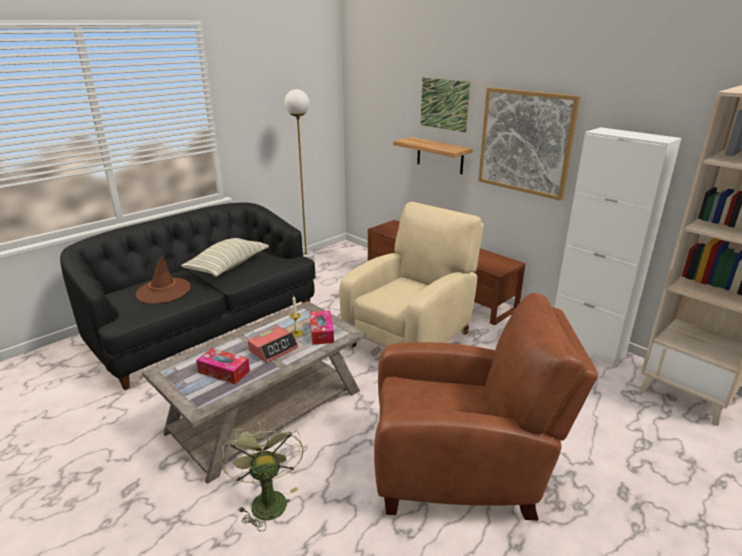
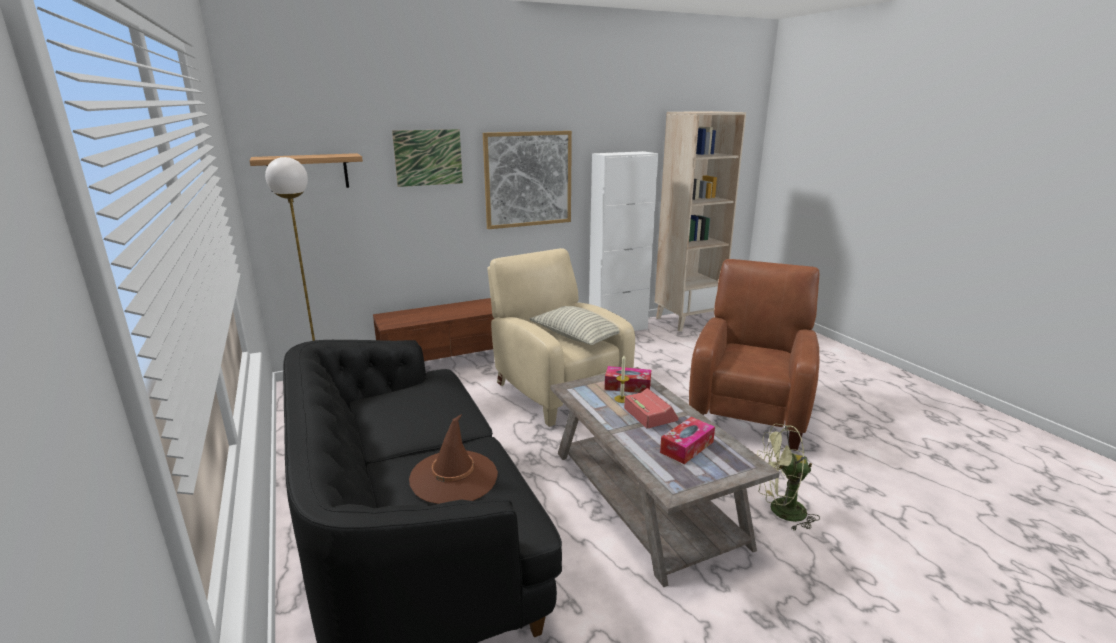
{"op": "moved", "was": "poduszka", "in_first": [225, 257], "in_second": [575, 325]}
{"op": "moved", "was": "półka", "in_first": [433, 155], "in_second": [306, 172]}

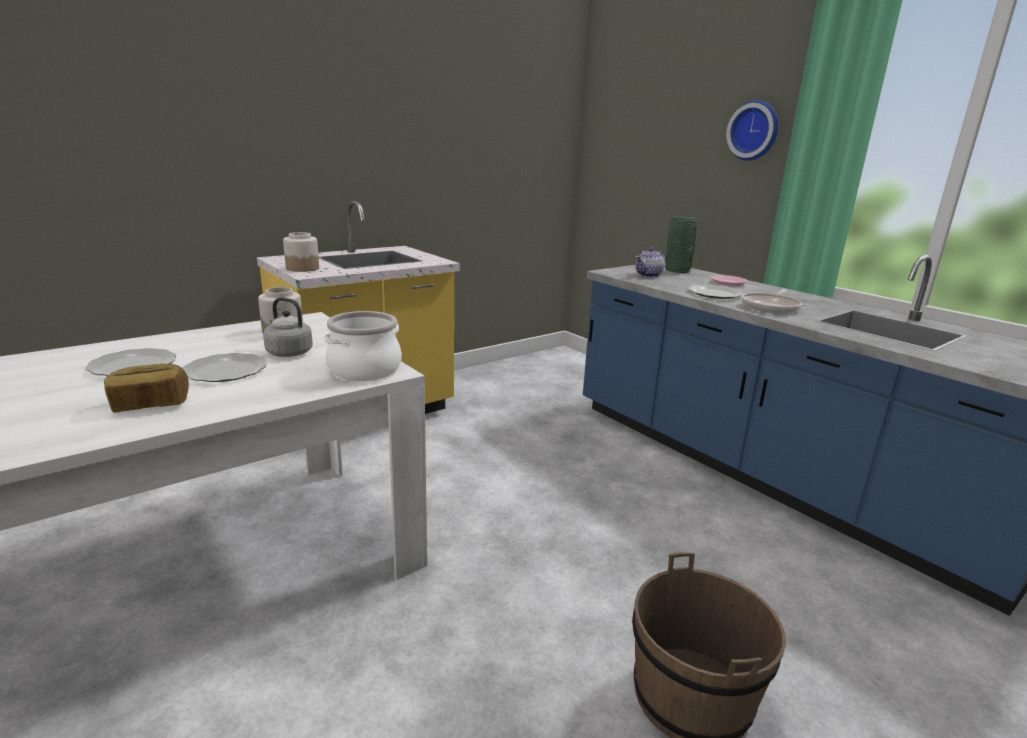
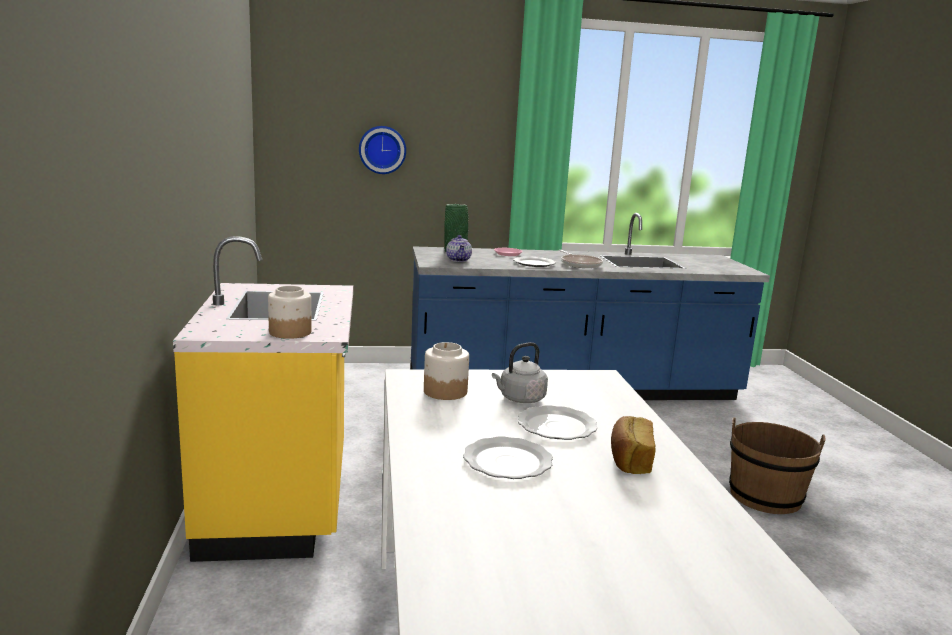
{"op": "removed", "was": "garnek", "in_first": [363, 346]}
{"op": "moved", "was": "zegar ścienny", "in_first": [752, 130], "in_second": [382, 150]}

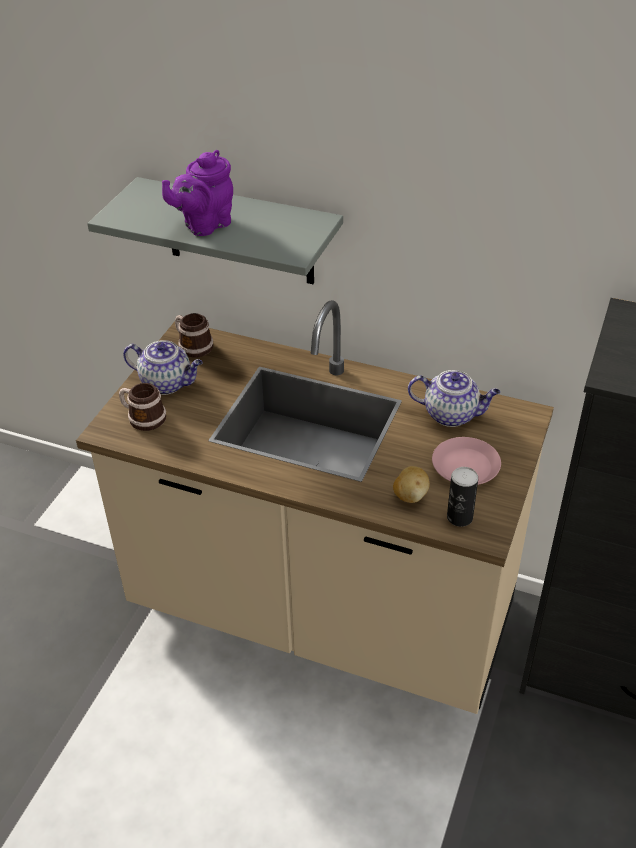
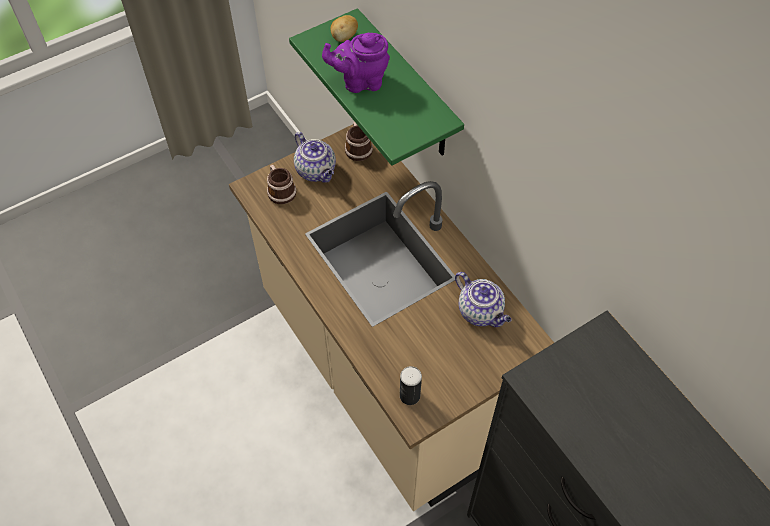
{"op": "removed", "was": "talerz/różowy", "in_first": [466, 461]}
{"op": "moved", "was": "ziemniak", "in_first": [411, 484], "in_second": [344, 28]}
{"op": "recoloured", "was": "półka/szary", "now": "półka/zielony", "in_first": [215, 230], "in_second": [376, 87]}

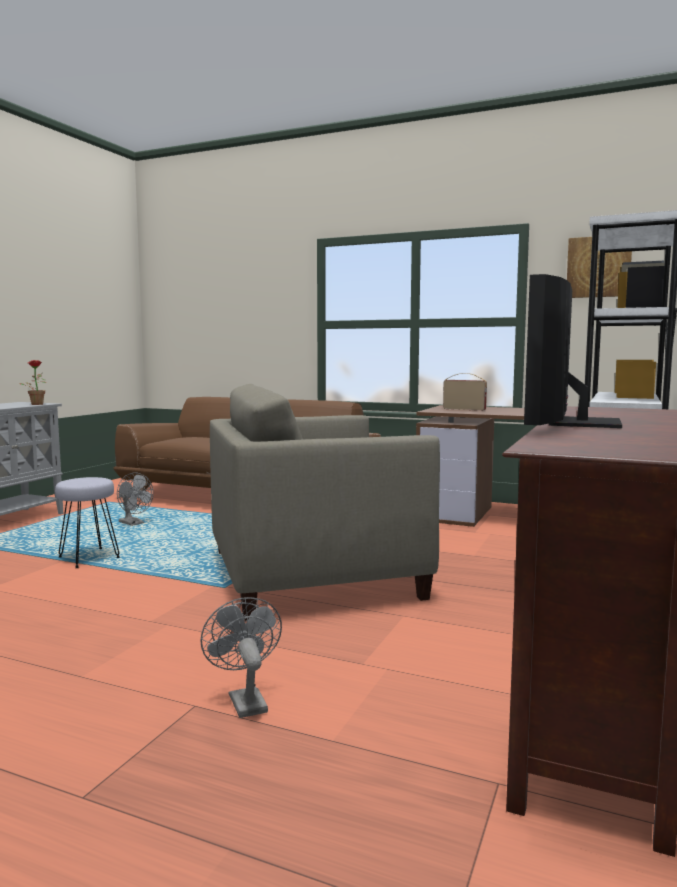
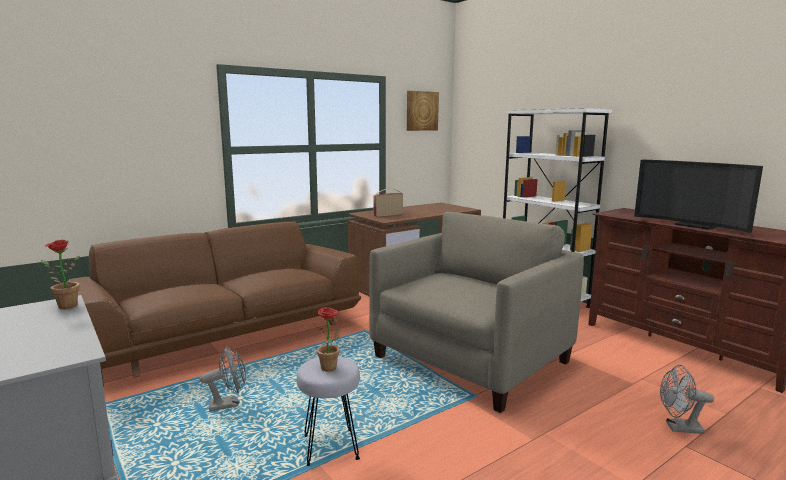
{"op": "added", "now": "roślina doniczkowa", "in_second": [327, 339]}
{"op": "turned", "was": "fotel/beżowy", "in_first": [325, 502], "in_second": [476, 312], "clockwise": -150}

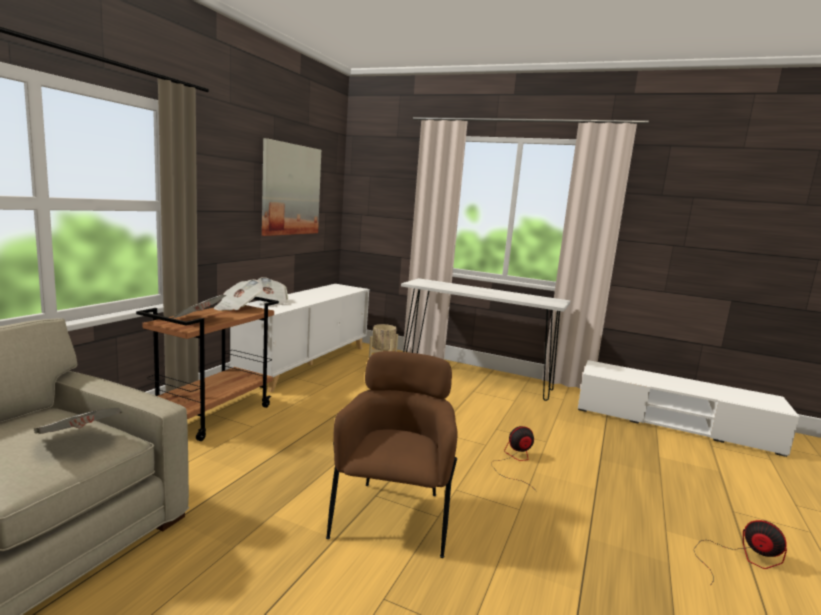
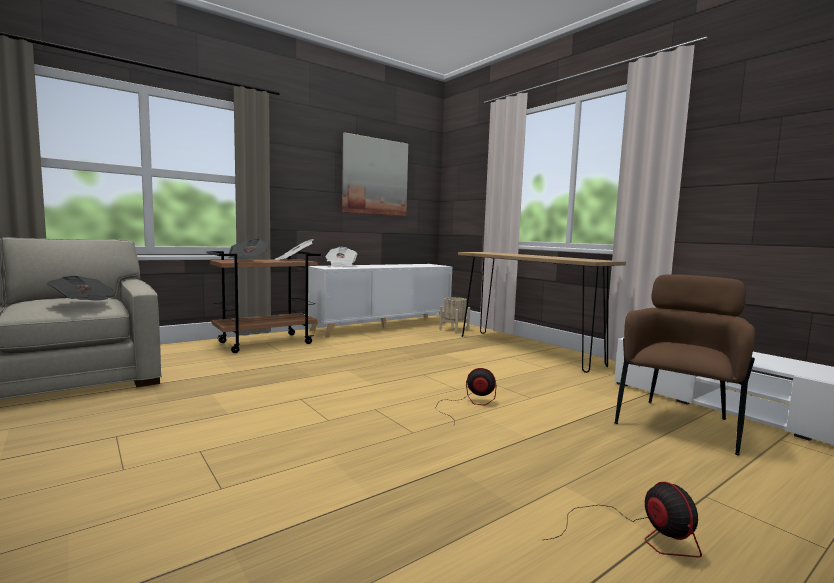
{"op": "moved", "was": "fotel/brązowy", "in_first": [392, 454], "in_second": [684, 364]}
{"op": "recoloured", "was": "stolik konsolowy/biały", "now": "stolik konsolowy/brązowy", "in_first": [485, 339], "in_second": [542, 312]}

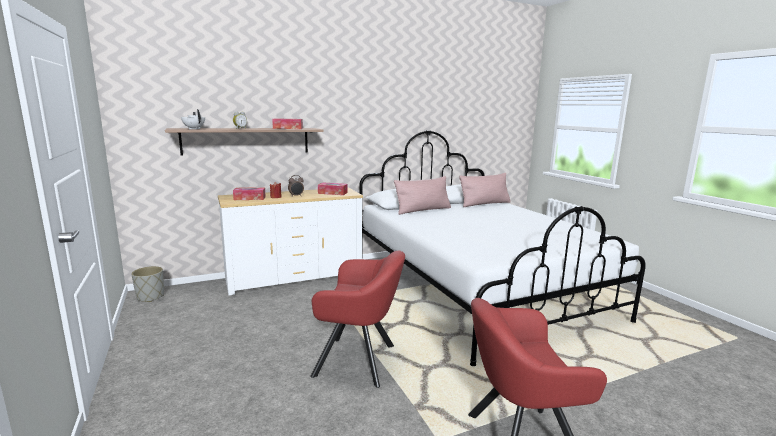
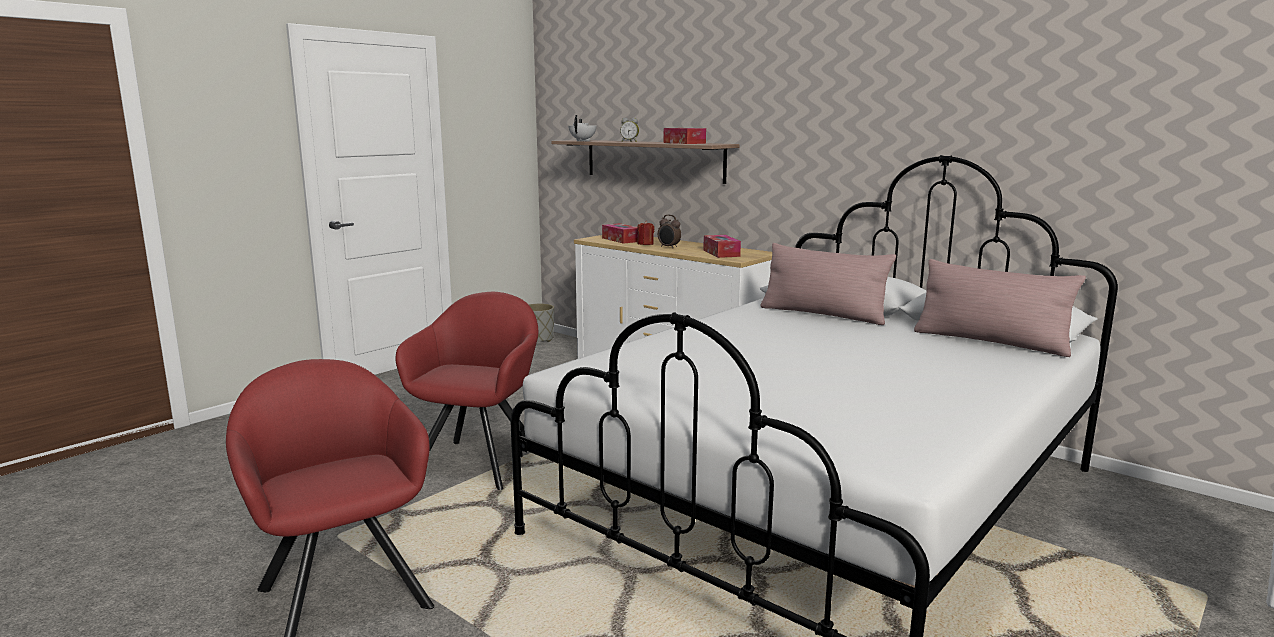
{"op": "turned", "was": "fotel/czerwony", "in_first": [358, 319], "in_second": [467, 391], "clockwise": -150}

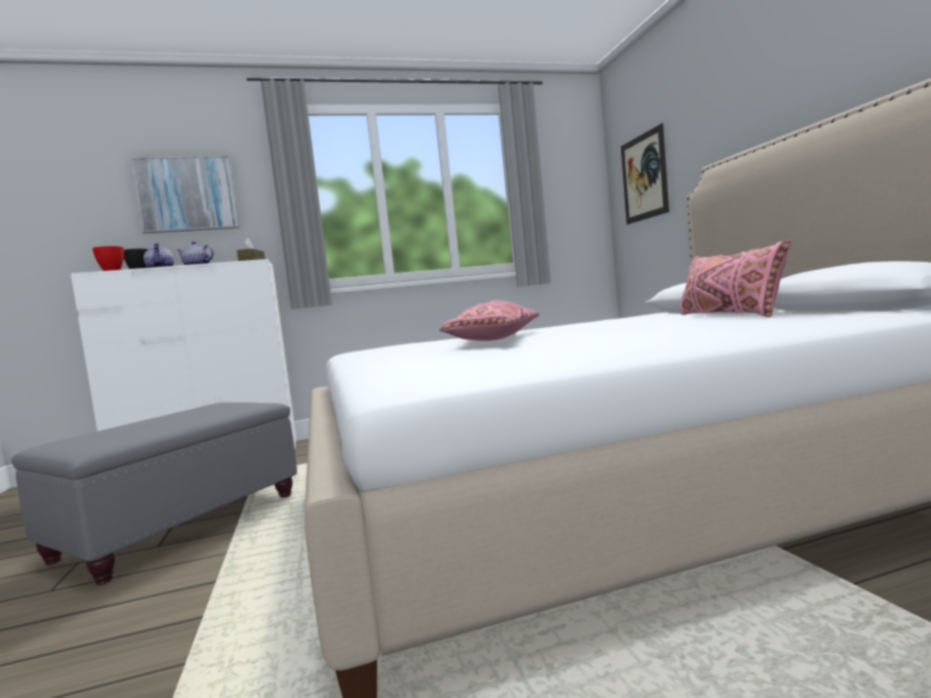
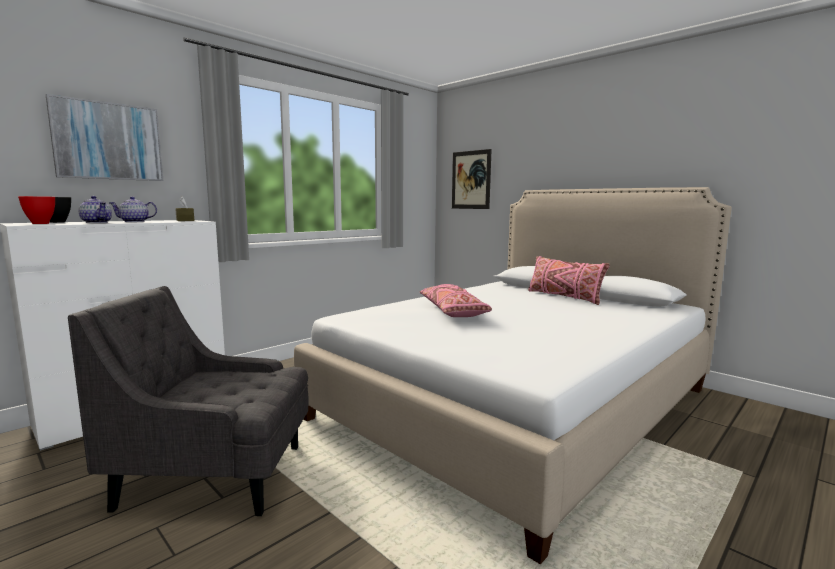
{"op": "replaced", "was": "pufa/szary", "now": "fotel/szary", "in_first": [154, 493], "in_second": [188, 401]}

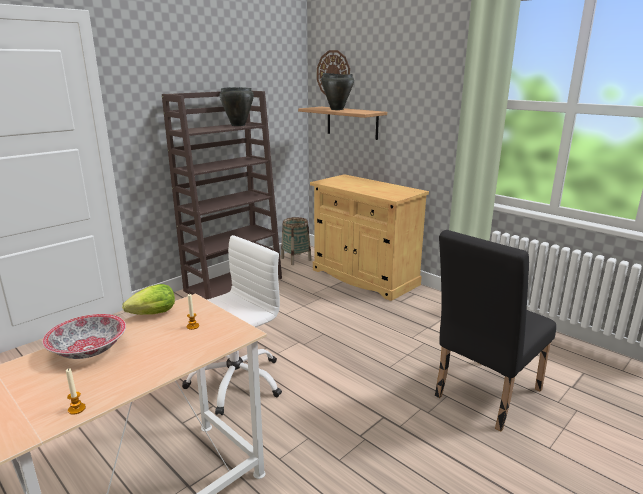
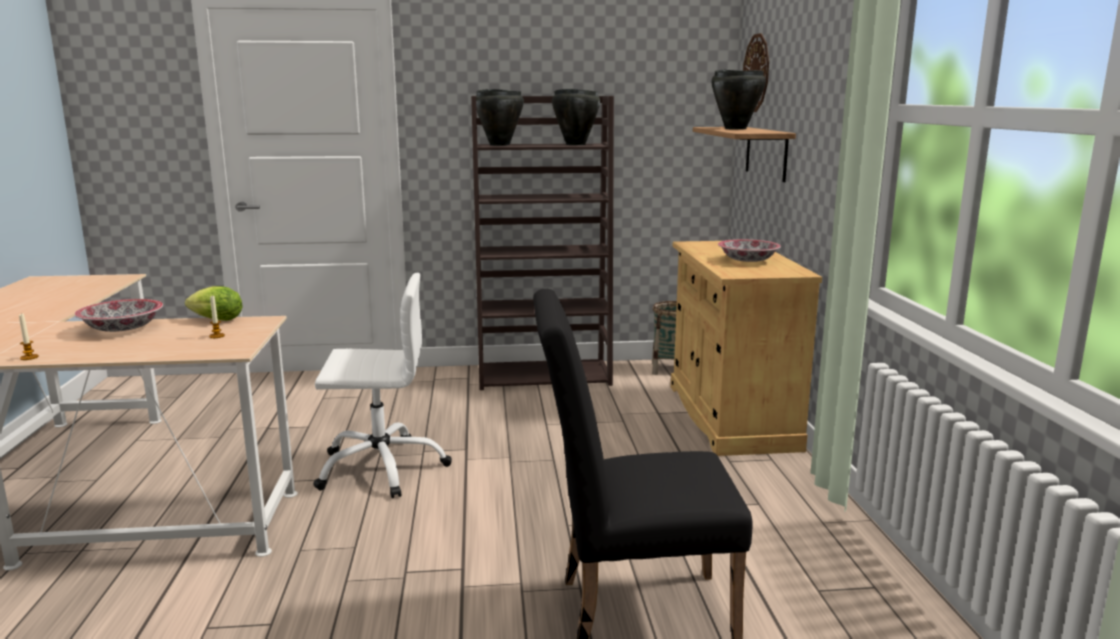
{"op": "added", "now": "garnek/czarny", "in_second": [500, 117]}
{"op": "added", "now": "miska", "in_second": [749, 250]}

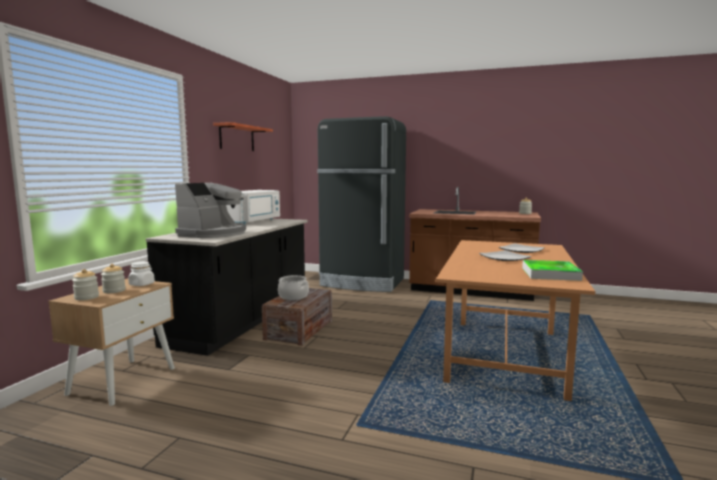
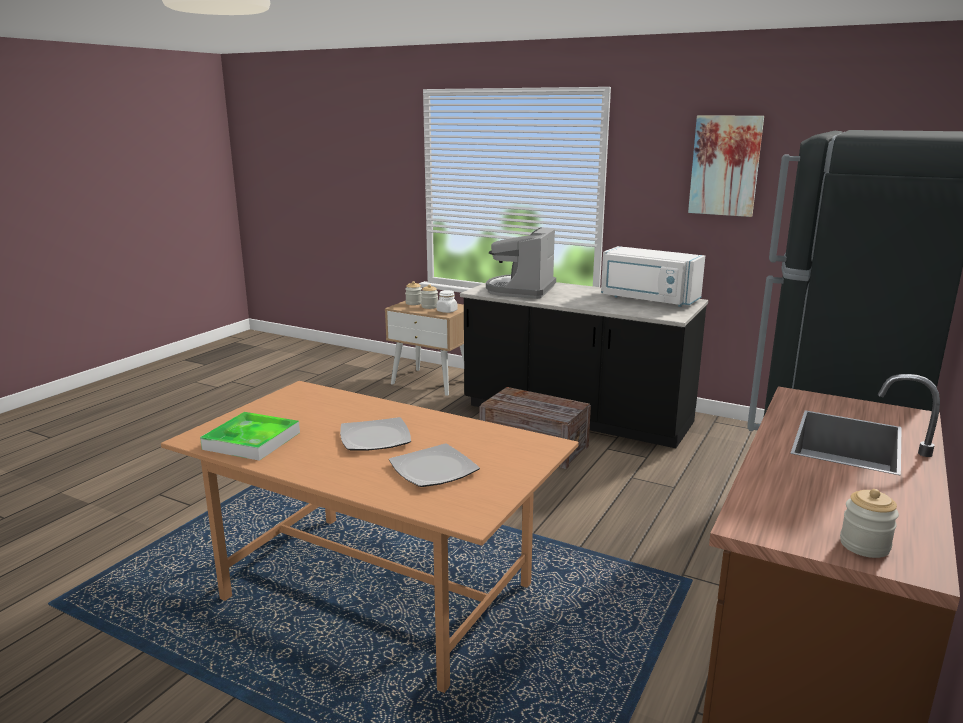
{"op": "removed", "was": "garnek", "in_first": [293, 287]}
{"op": "replaced", "was": "półka", "now": "obraz", "in_first": [243, 136], "in_second": [726, 166]}
{"op": "turned", "was": "ekspres do kawy", "in_first": [210, 210], "in_second": [521, 263], "clockwise": 75}

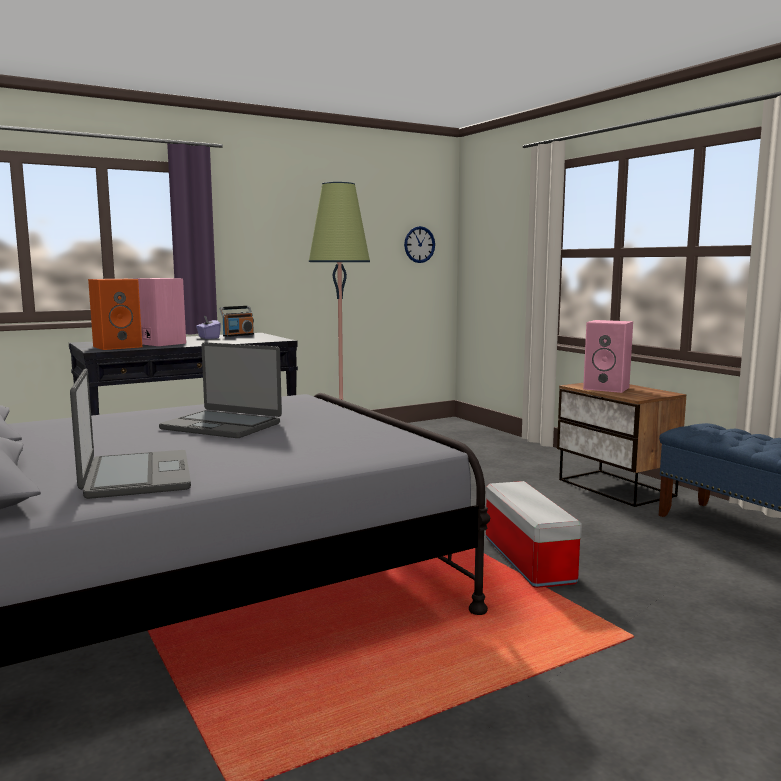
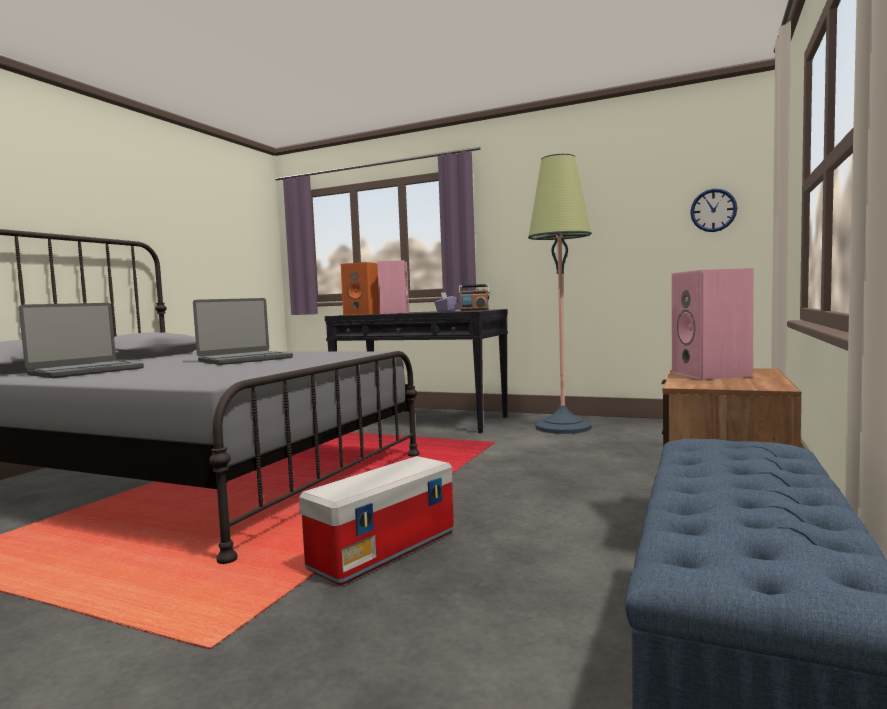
{"op": "turned", "was": "laptop", "in_first": [220, 390], "in_second": [243, 331], "clockwise": -120}

